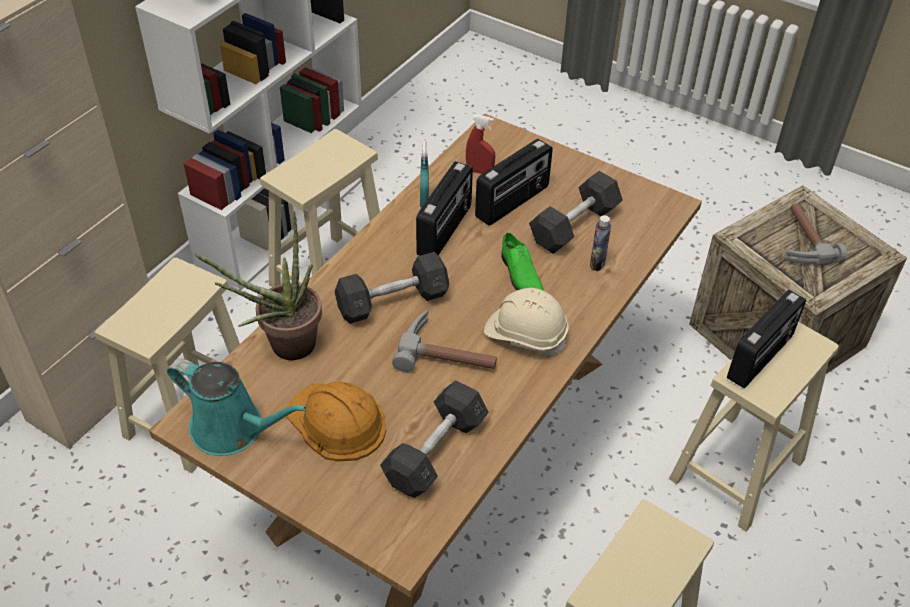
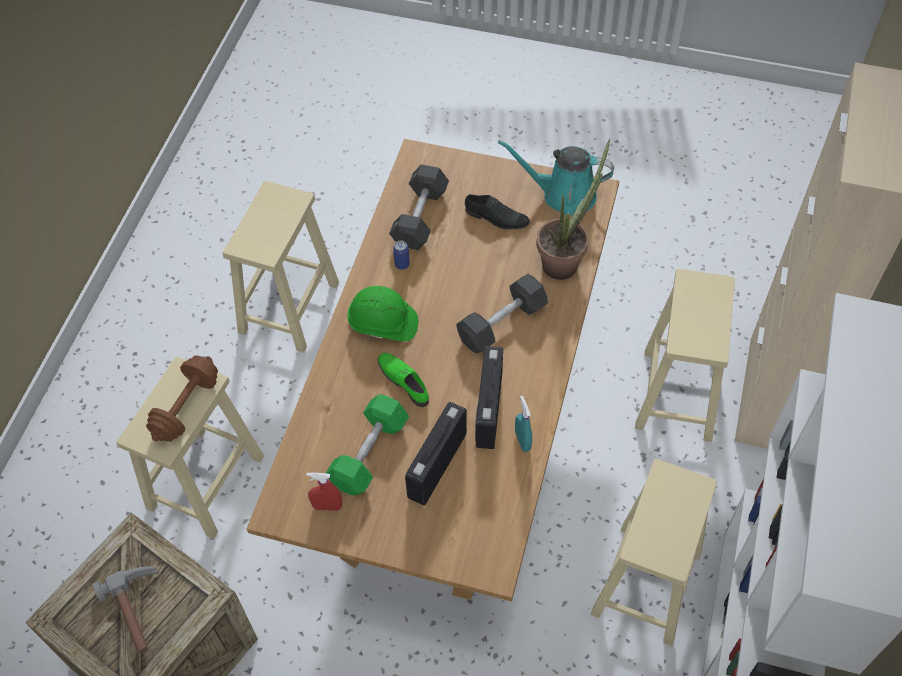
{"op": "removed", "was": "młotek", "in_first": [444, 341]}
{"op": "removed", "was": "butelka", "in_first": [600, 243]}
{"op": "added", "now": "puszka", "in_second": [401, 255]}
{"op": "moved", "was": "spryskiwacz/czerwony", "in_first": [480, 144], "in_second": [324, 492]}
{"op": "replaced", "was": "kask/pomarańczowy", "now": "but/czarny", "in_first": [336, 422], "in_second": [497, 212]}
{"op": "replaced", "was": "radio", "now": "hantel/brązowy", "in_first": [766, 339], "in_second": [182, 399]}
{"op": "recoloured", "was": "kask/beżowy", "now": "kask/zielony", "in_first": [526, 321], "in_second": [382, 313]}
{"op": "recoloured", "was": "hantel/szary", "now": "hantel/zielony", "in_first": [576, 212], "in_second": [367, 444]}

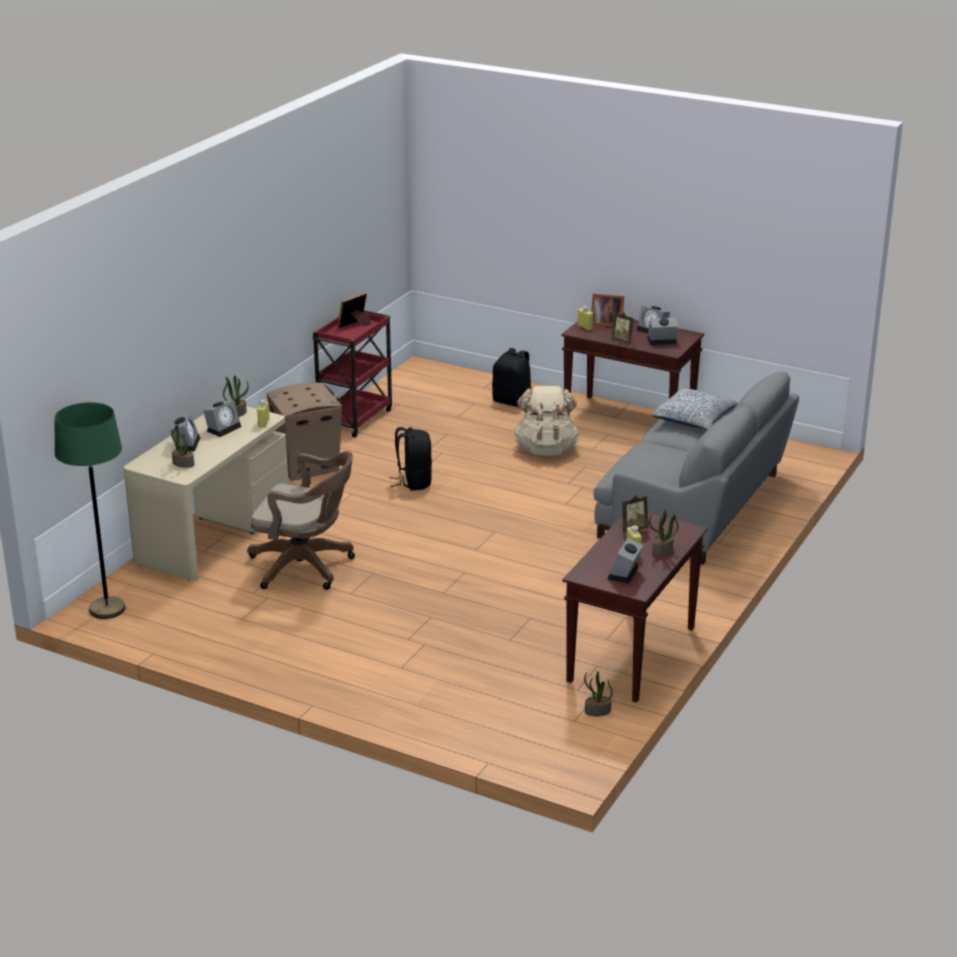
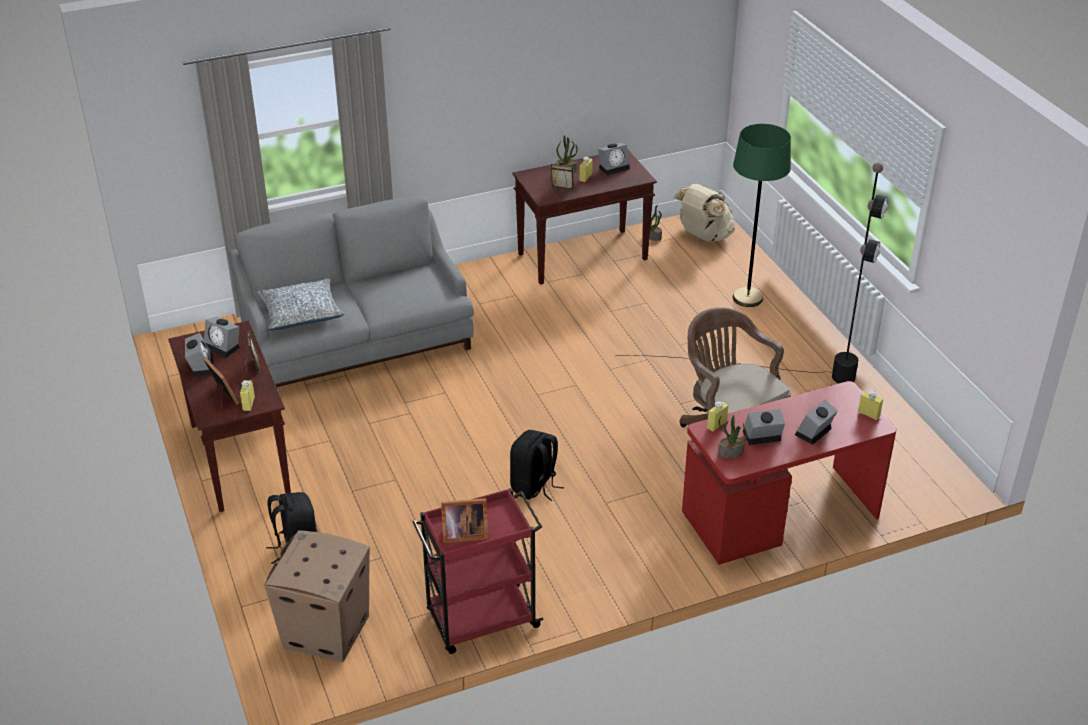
{"op": "removed", "was": "roślina doniczkowa", "in_first": [182, 446]}
{"op": "added", "now": "lampa stojąca/czarny", "in_second": [757, 272]}
{"op": "added", "now": "butelka/żółty", "in_second": [870, 405]}
{"op": "moved", "was": "lampa stojąca/zielony", "in_first": [90, 510], "in_second": [762, 215]}
{"op": "moved", "was": "karton", "in_first": [304, 431], "in_second": [317, 596]}
{"op": "moved", "was": "plecak/beżowy", "in_first": [546, 421], "in_second": [704, 213]}
{"op": "recoloured", "was": "biurko/beżowy", "now": "biurko/czerwony", "in_first": [206, 493], "in_second": [789, 473]}

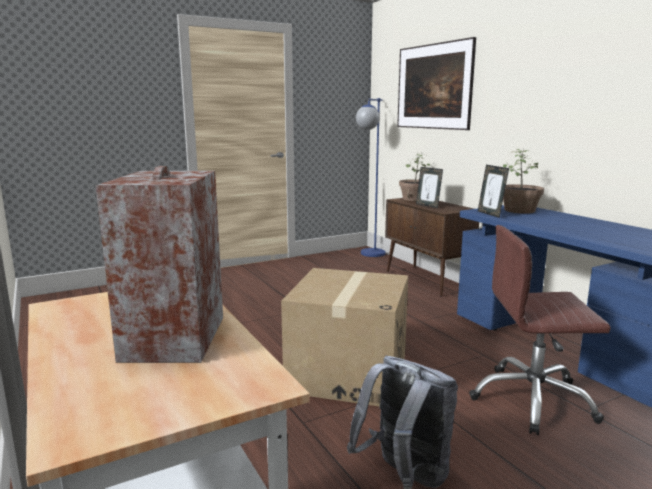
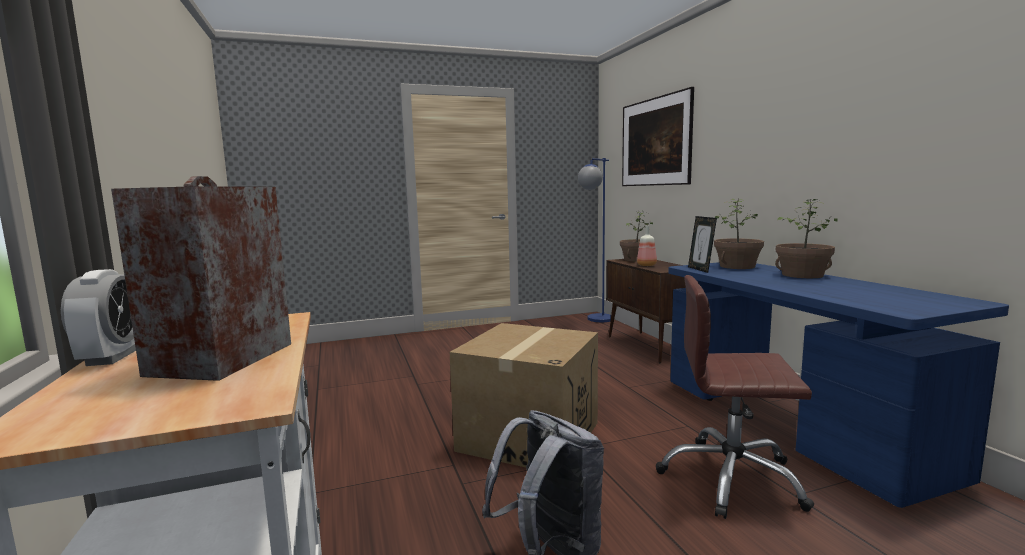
{"op": "added", "now": "budzik", "in_second": [98, 317]}
{"op": "added", "now": "roślina doniczkowa", "in_second": [806, 238]}
{"op": "replaced", "was": "ramka na zdjęcie", "now": "butelka", "in_first": [429, 187], "in_second": [647, 246]}

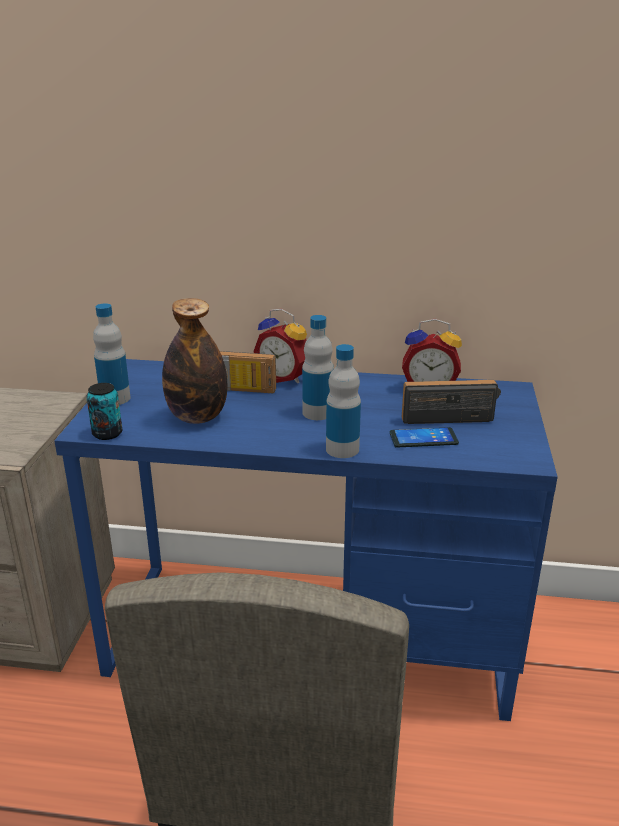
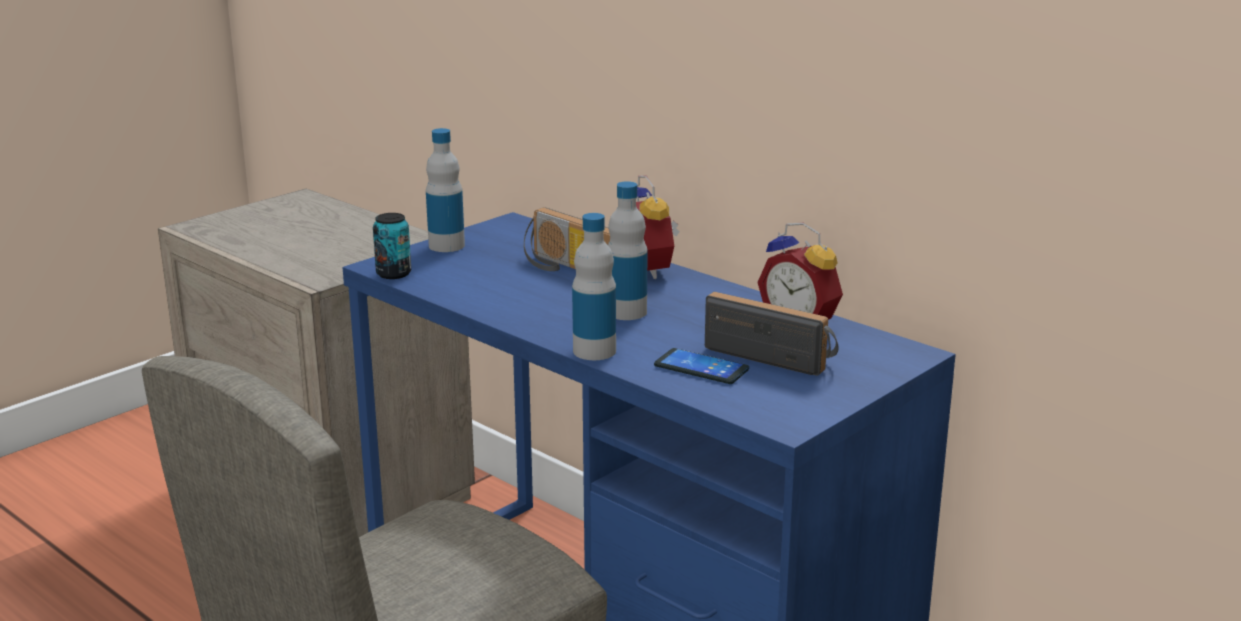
{"op": "removed", "was": "butelka", "in_first": [194, 361]}

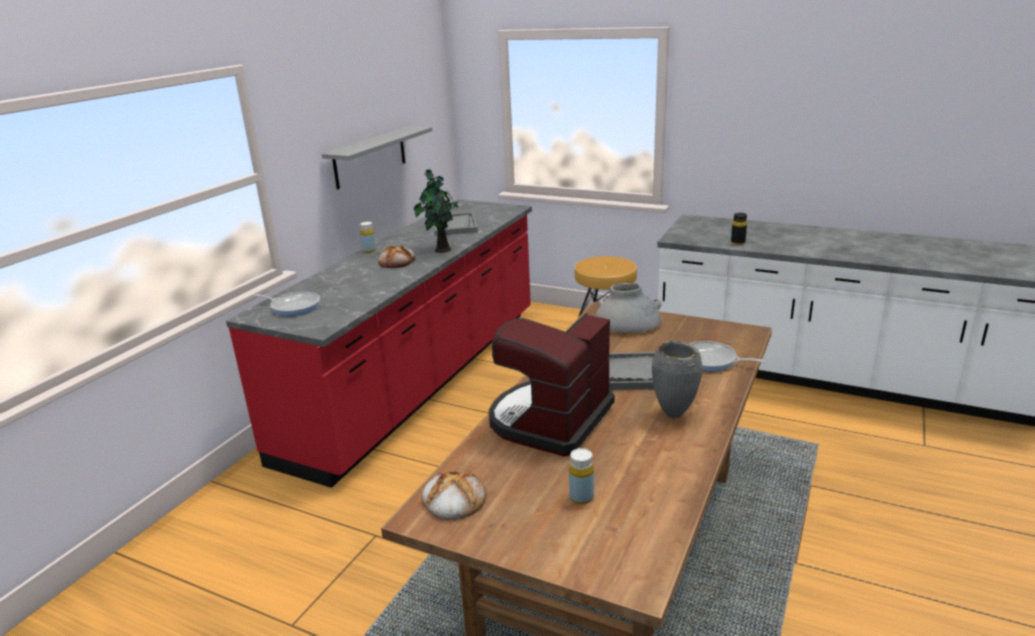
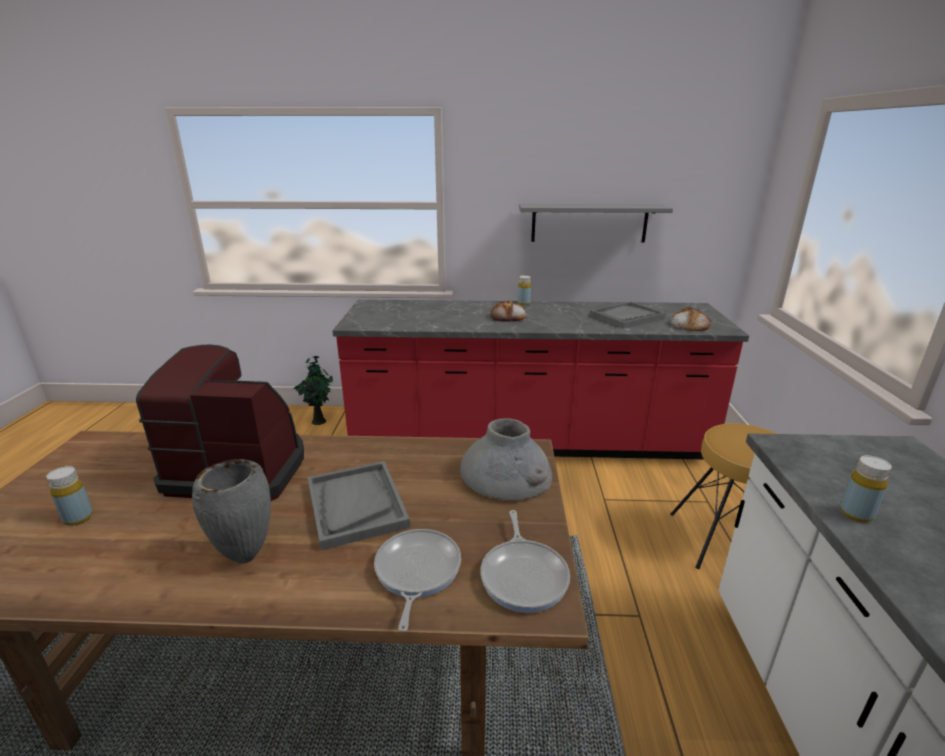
{"op": "moved", "was": "patelnia", "in_first": [287, 304], "in_second": [525, 561]}
{"op": "moved", "was": "roślina doniczkowa", "in_first": [436, 211], "in_second": [313, 390]}
{"op": "moved", "was": "chleb", "in_first": [454, 495], "in_second": [691, 318]}
{"op": "recoloured", "was": "butelka/czarny", "now": "butelka/żółty", "in_first": [739, 229], "in_second": [866, 489]}

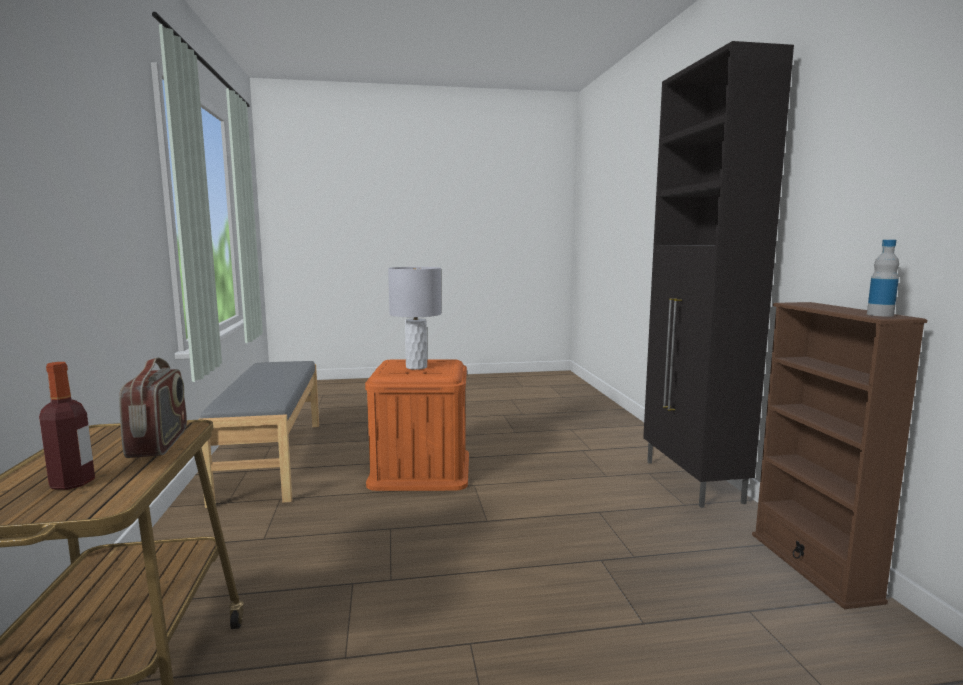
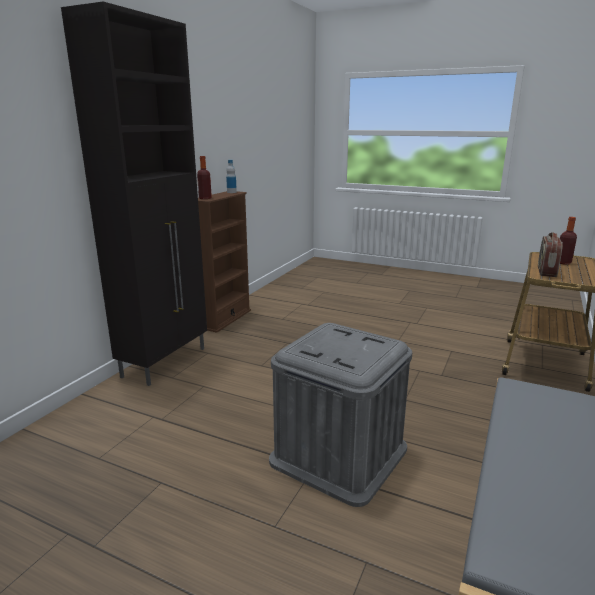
{"op": "removed", "was": "lampa stołowa/szary", "in_first": [414, 318]}
{"op": "added", "now": "butelka", "in_second": [204, 177]}
{"op": "recoloured", "was": "pojemnik do przechowywania/pomarańczowy", "now": "pojemnik do przechowywania/szary", "in_first": [417, 425], "in_second": [340, 415]}

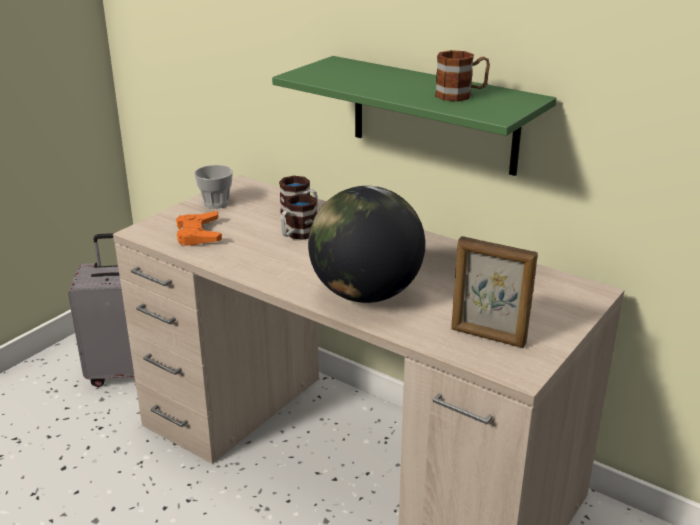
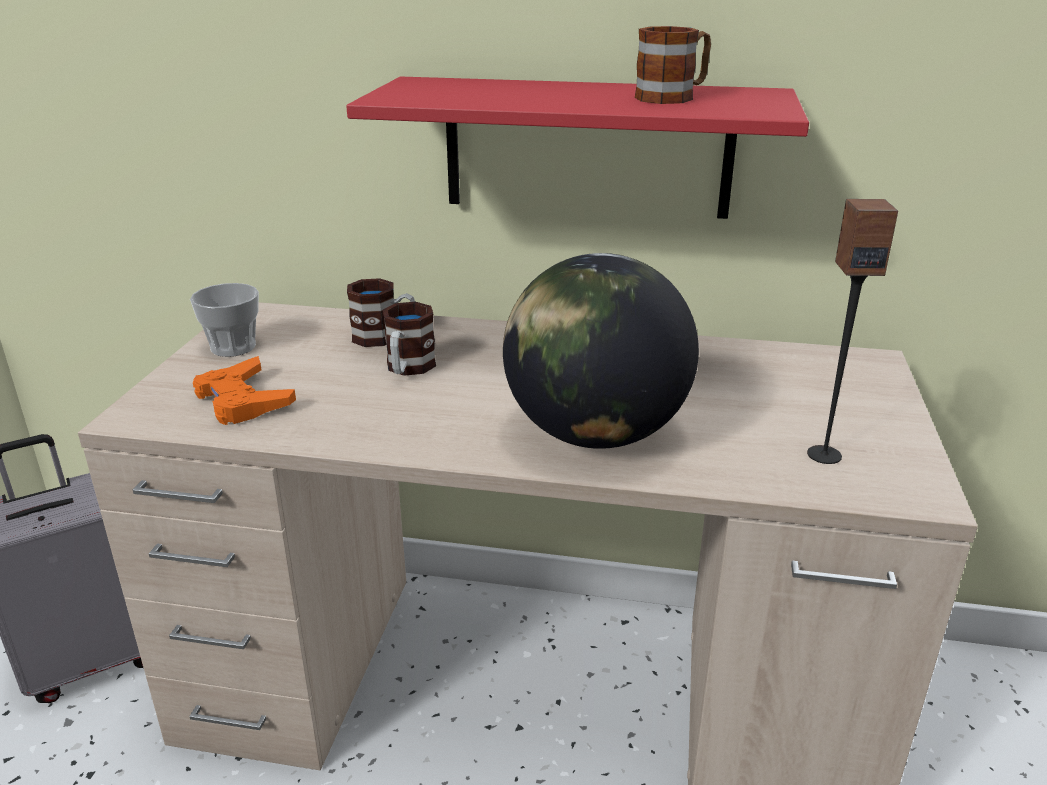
{"op": "replaced", "was": "ramka na zdjęcie", "now": "głośnik", "in_first": [494, 292], "in_second": [852, 331]}
{"op": "recoloured", "was": "półka/zielony", "now": "półka/czerwony", "in_first": [414, 116], "in_second": [577, 147]}

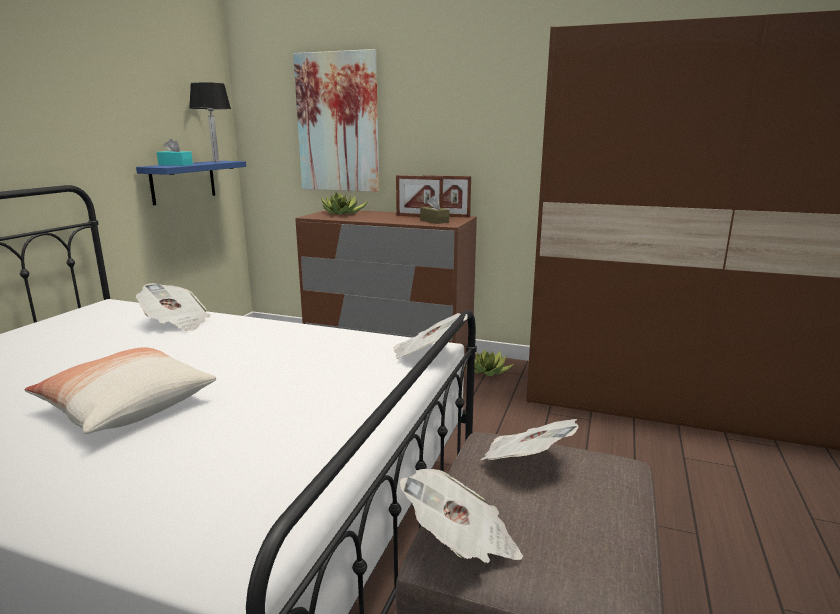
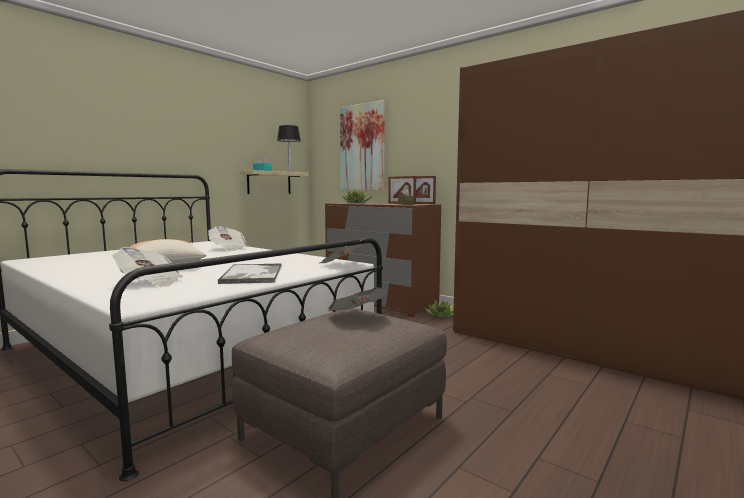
{"op": "added", "now": "taca", "in_second": [249, 273]}
{"op": "moved", "was": "gazeta", "in_first": [461, 516], "in_second": [147, 267]}
{"op": "recoloured", "was": "półka/niebieski", "now": "półka/beżowy", "in_first": [191, 183], "in_second": [274, 182]}

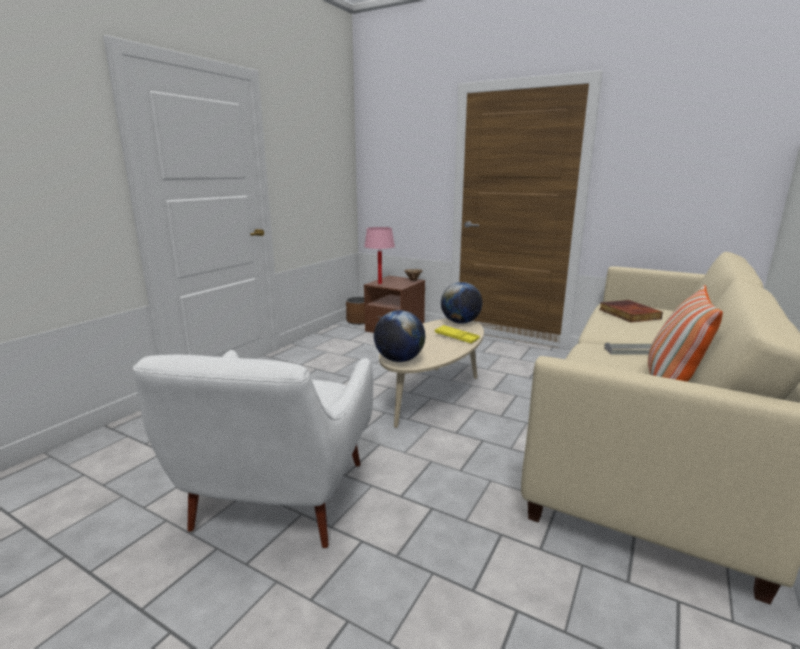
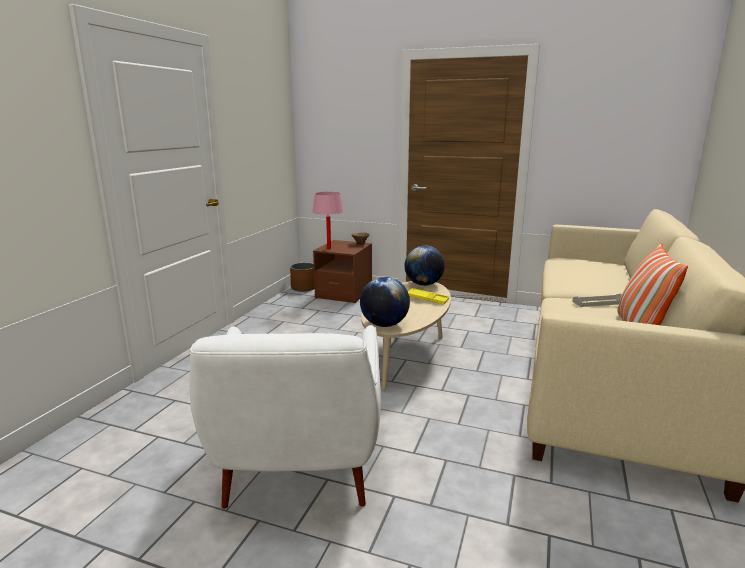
{"op": "removed", "was": "książka", "in_first": [631, 311]}

